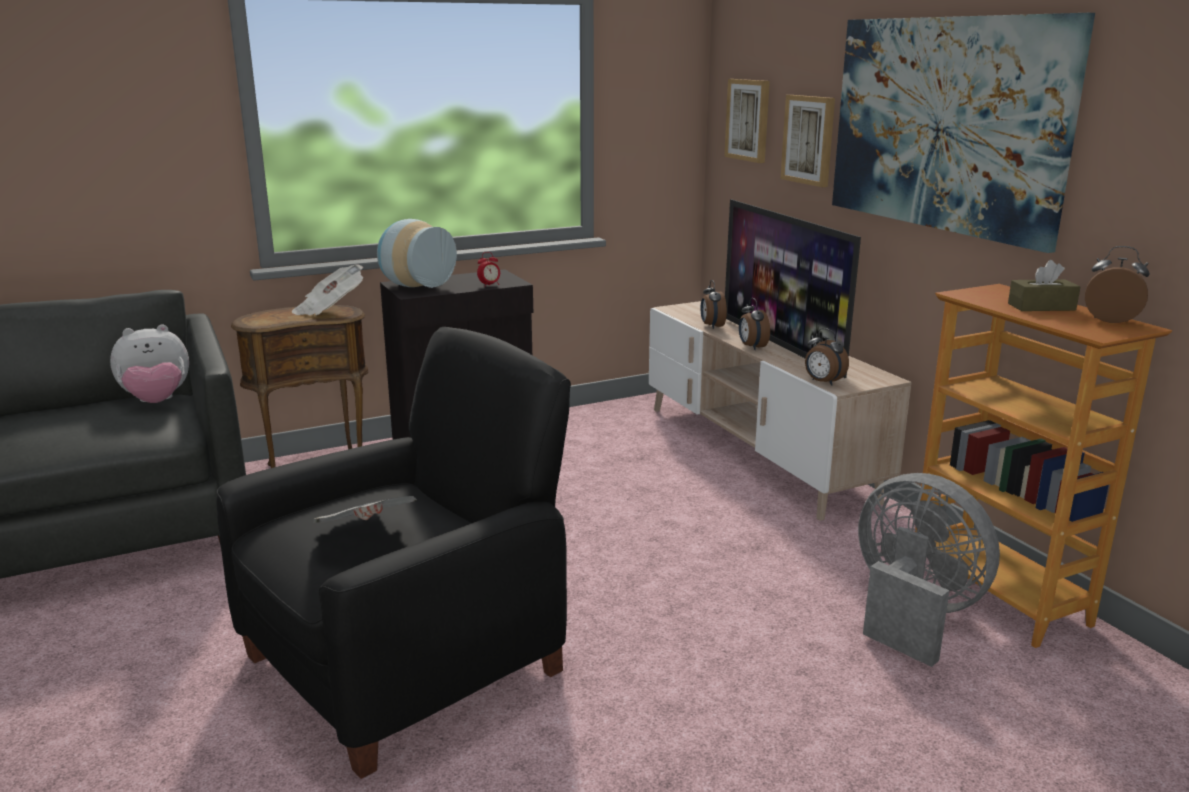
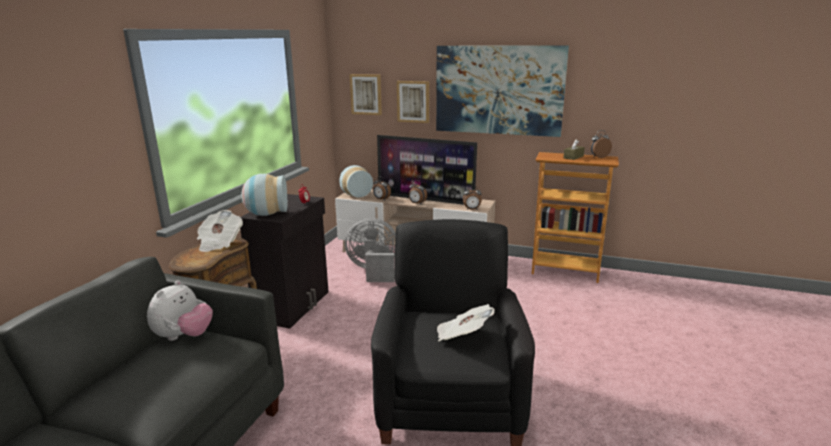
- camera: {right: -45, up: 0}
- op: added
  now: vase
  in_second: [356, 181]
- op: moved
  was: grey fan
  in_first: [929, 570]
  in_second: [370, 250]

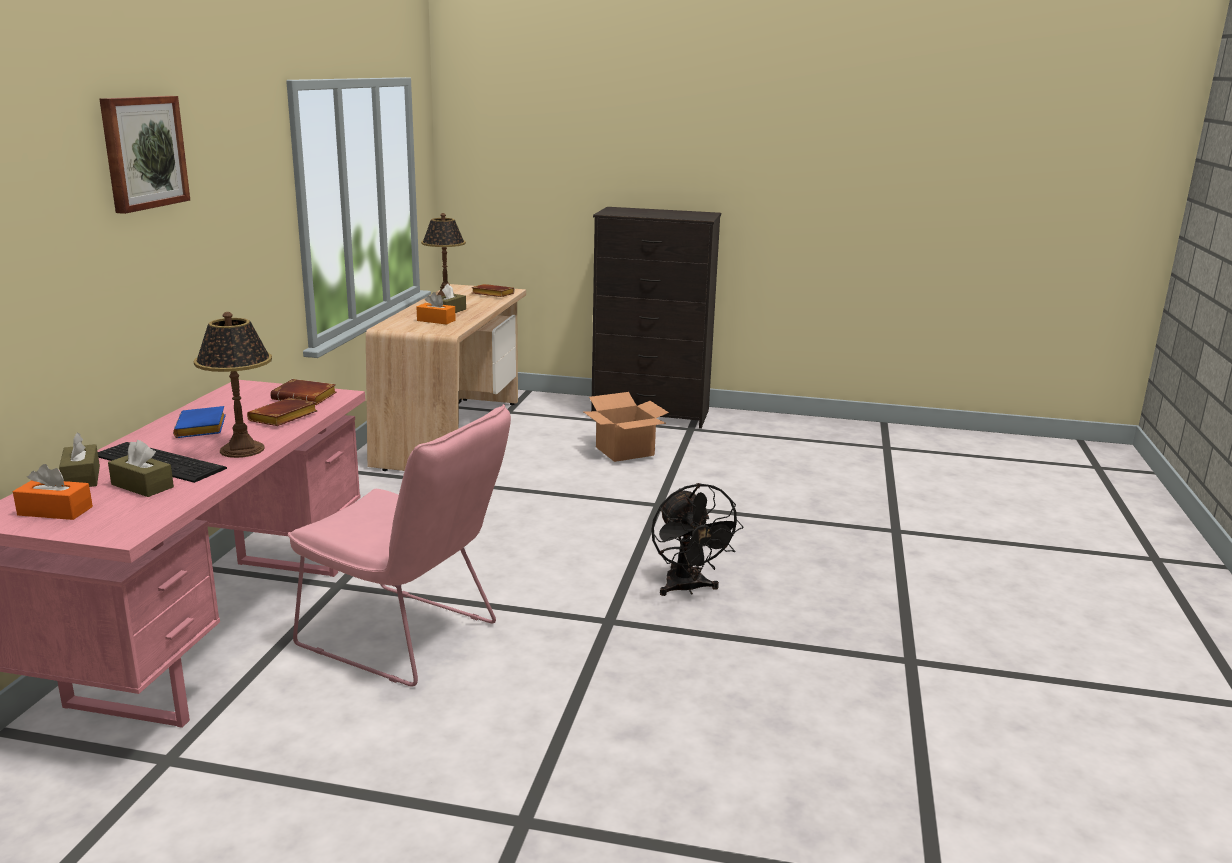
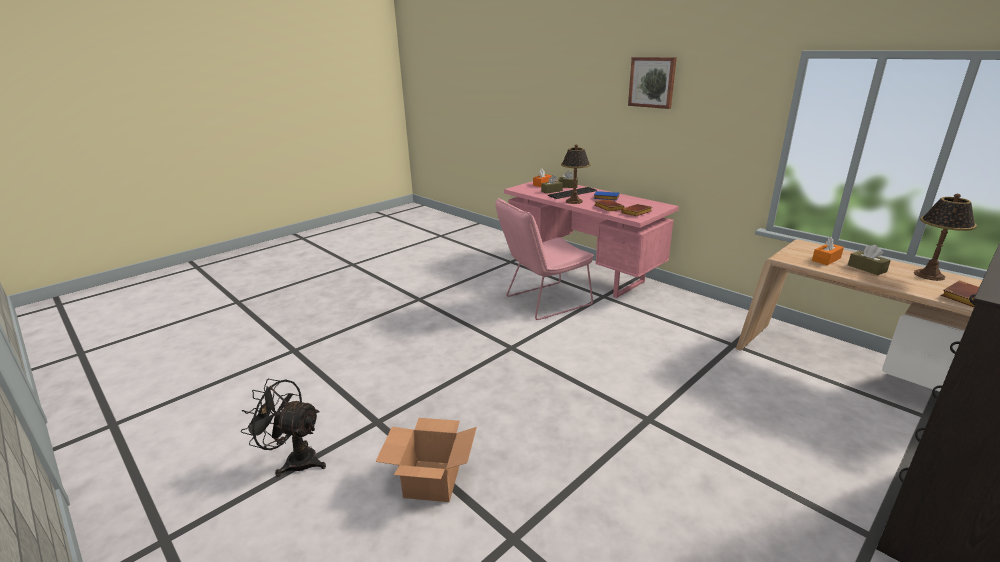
- camera: {right: 125, up: 5}
- op: moved
  was: cardboard box
  in_first: [626, 427]
  in_second: [426, 460]
- op: moved
  was: black fan
  in_first: [697, 539]
  in_second: [283, 428]

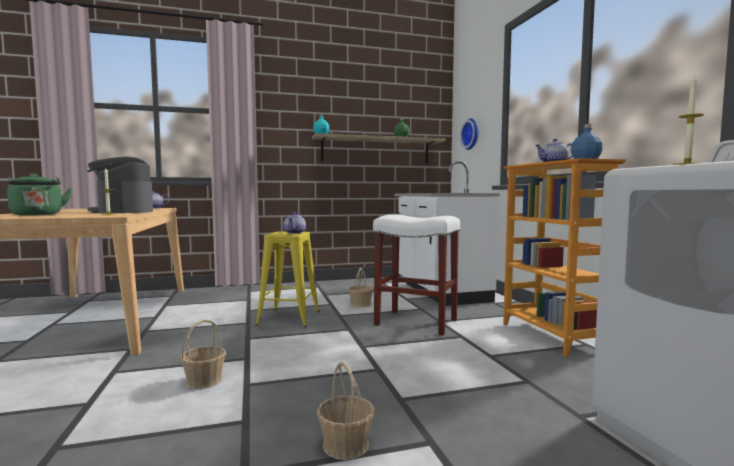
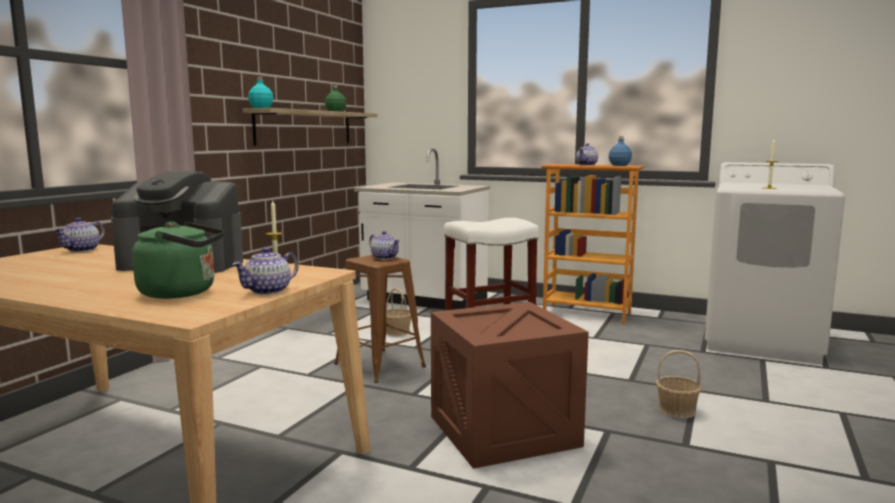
- camera: {right: -50, up: 5}
- op: removed
  was: wall clock
  in_first: [469, 134]
- op: added
  now: teapot
  in_second: [265, 271]
- op: replaced
  was: basket
  now: crate
  in_first: [203, 354]
  in_second: [510, 385]
- op: recoloured
  was: yellow stool
  now: brown stool
  in_first: [287, 279]
  in_second: [380, 319]

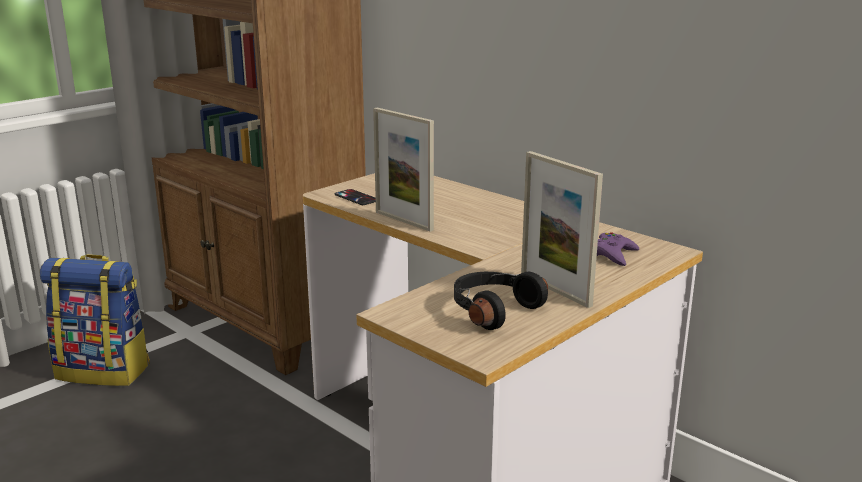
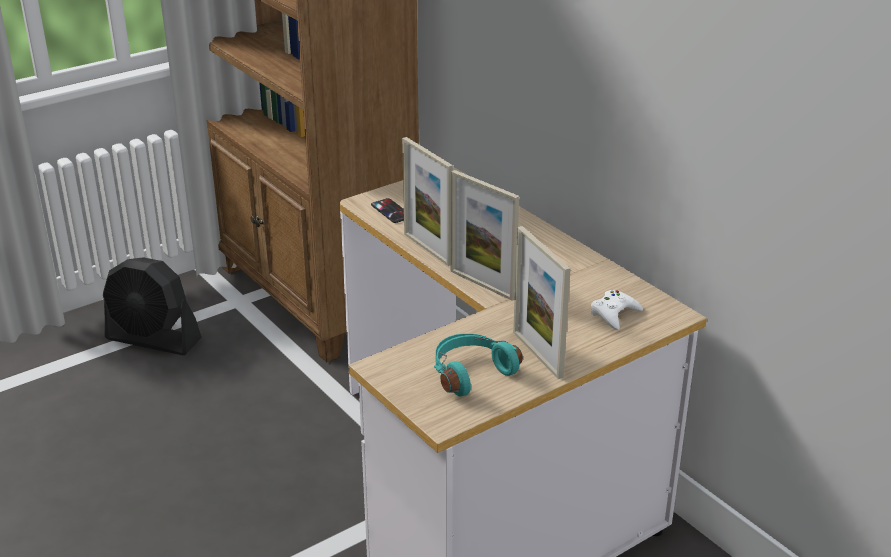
- camera: {right: 10, up: 10}
- op: added
  now: picture frame
  in_second: [485, 235]
- op: replaced
  was: backpack
  now: black fan
  in_first: [95, 320]
  in_second: [152, 306]
- op: recoloured
  was: black headphones
  now: turquoise headphones
  in_first: [501, 301]
  in_second: [478, 365]
- op: recoloured
  was: purple game controller
  now: white game controller
  in_first: [618, 249]
  in_second: [616, 310]

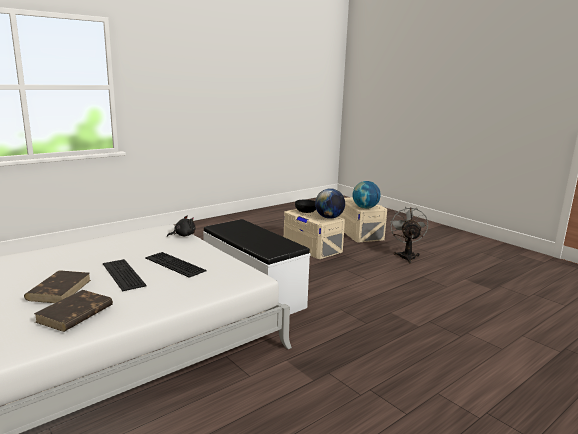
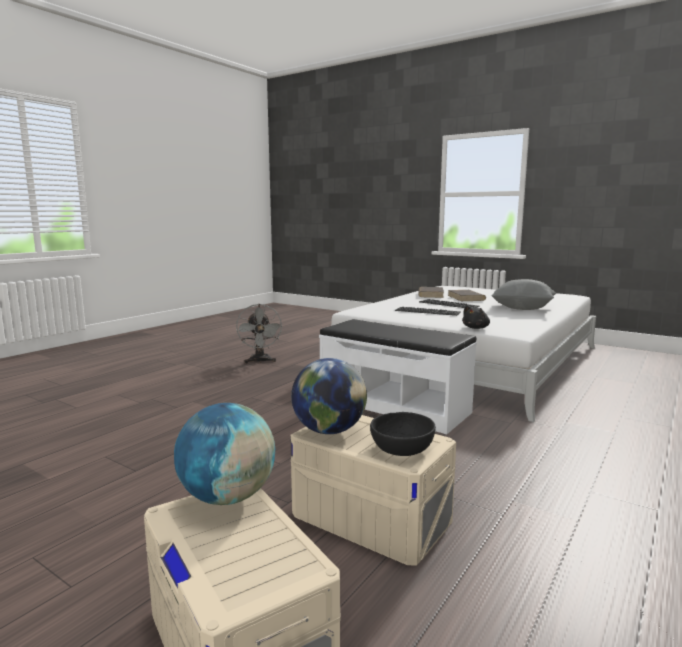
- camera: {right: 165, up: -5}
- op: added
  now: grey pillow
  in_second: [524, 294]
- op: moved
  was: grey fan
  in_first: [409, 234]
  in_second: [259, 334]

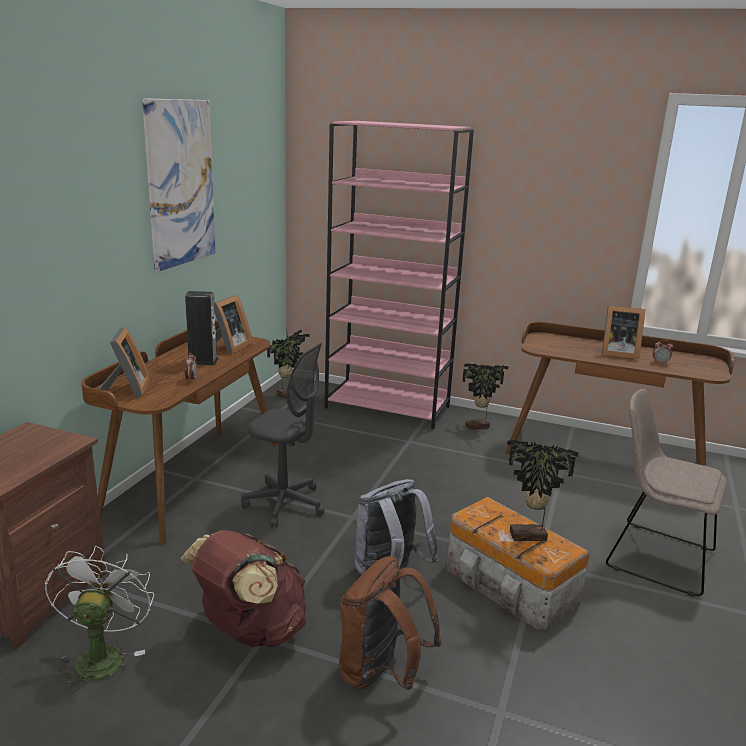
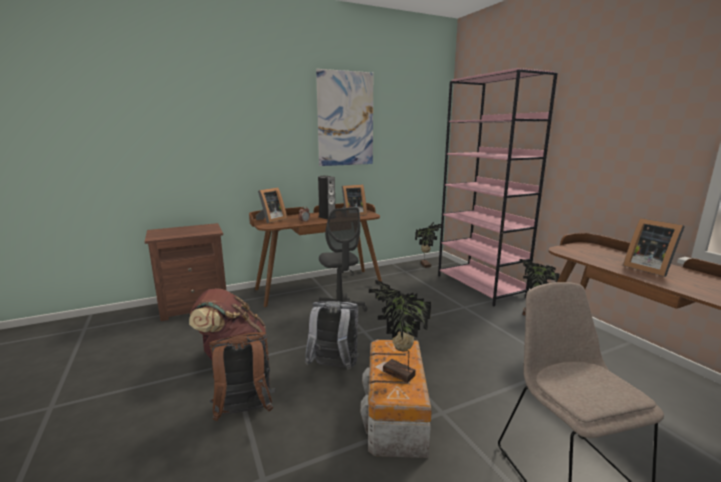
- camera: {right: 45, up: -5}
- op: removed
  was: white fan
  in_first: [99, 618]
- op: removed
  was: alarm clock
  in_first: [663, 352]

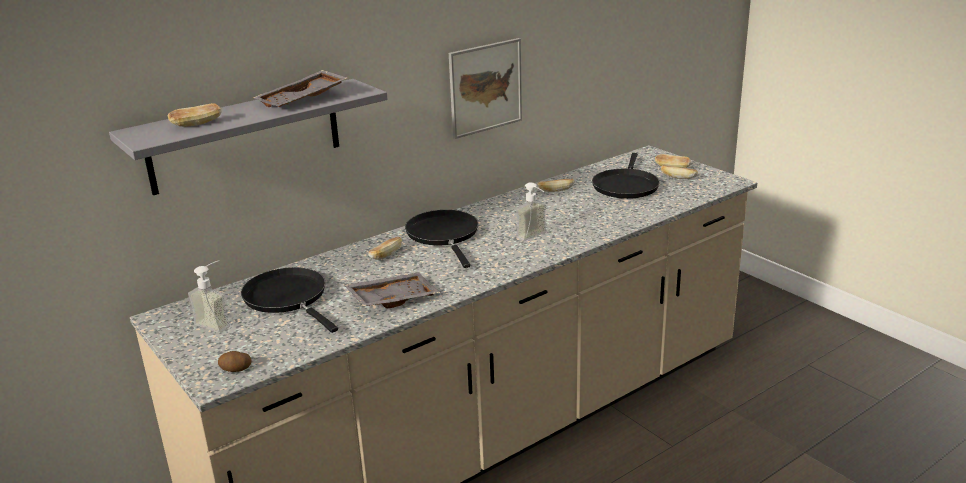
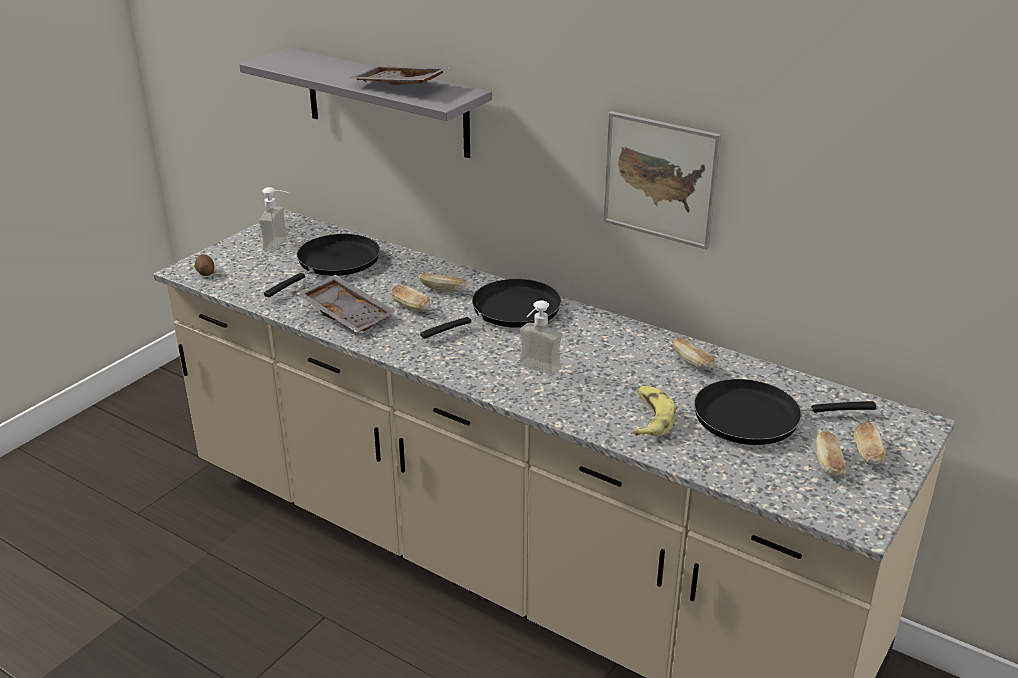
- camera: {right: 70, up: 5}
- op: added
  now: banana
  in_second: [654, 411]
- op: moved
  was: bread
  in_first: [195, 115]
  in_second: [410, 298]

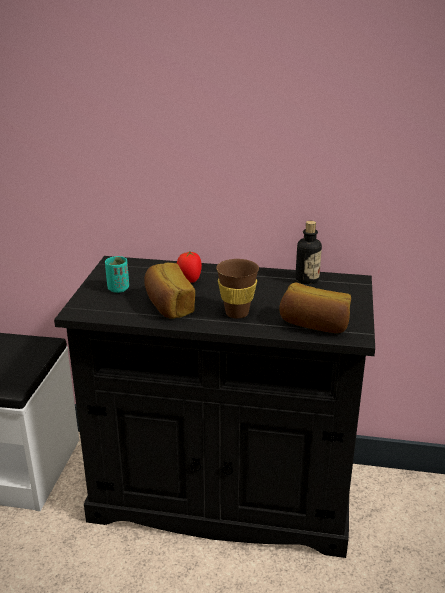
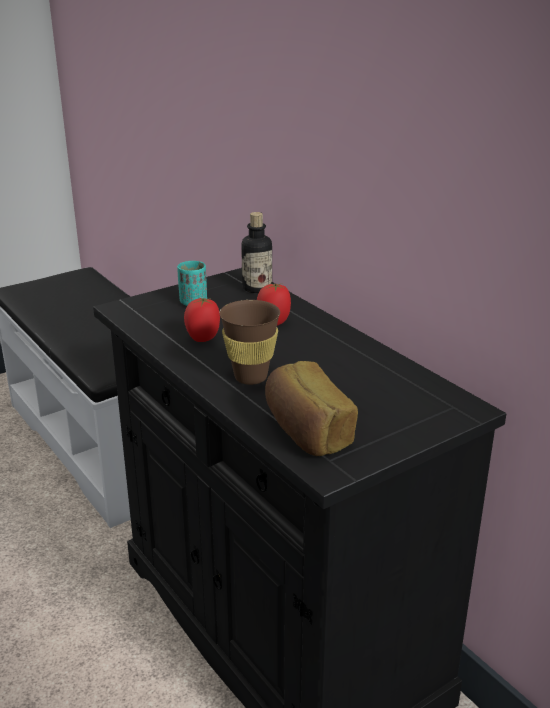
- camera: {right: 45, up: 0}
- op: moved
  was: bottle
  in_first: [308, 252]
  in_second: [256, 252]
- op: replaced
  was: bread
  now: tomato
  in_first: [169, 290]
  in_second: [202, 320]

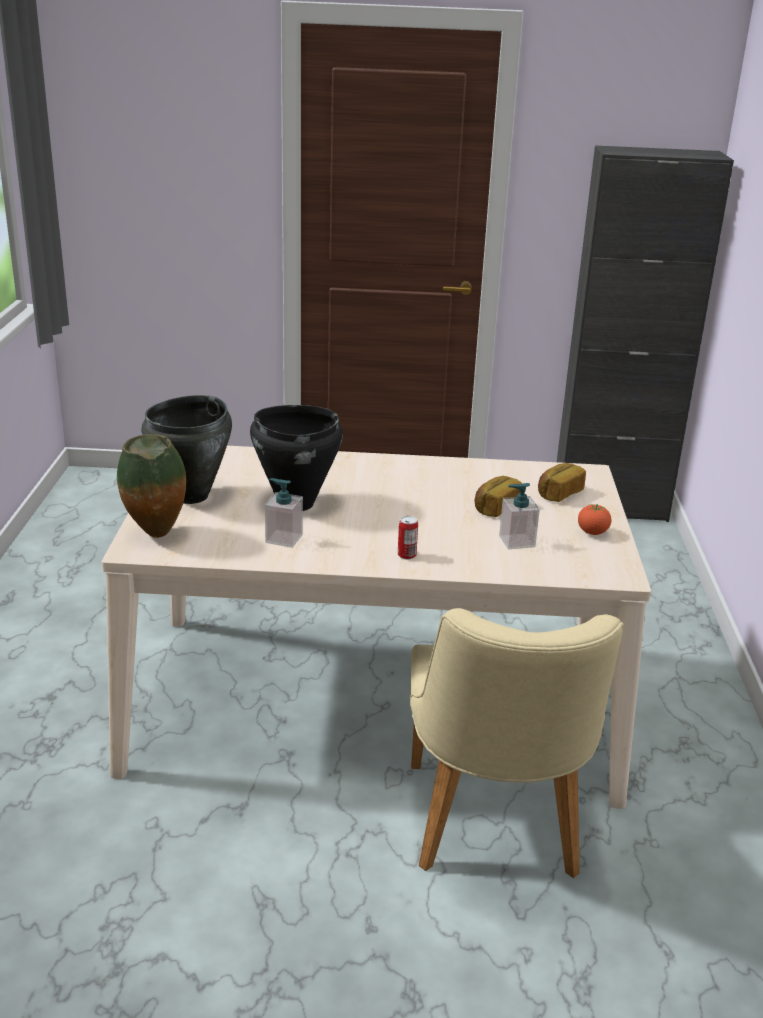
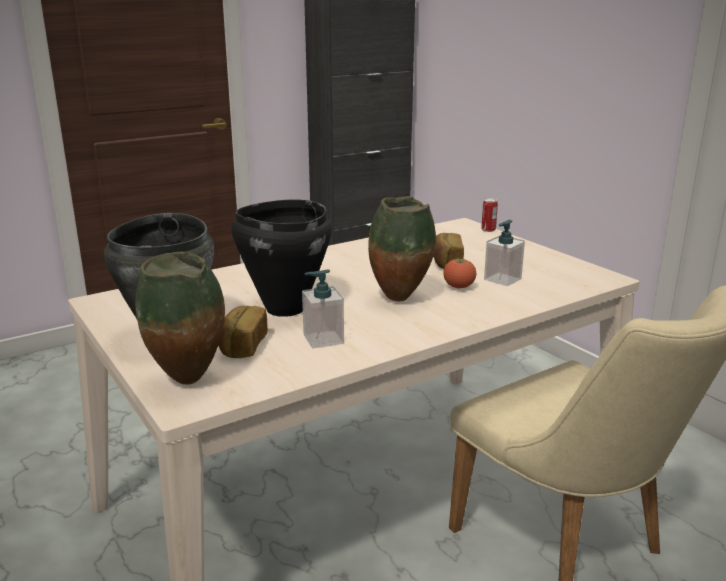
- camera: {right: -35, up: -5}
- op: added
  now: vase
  in_second: [402, 249]
- op: moved
  was: can
  in_first: [408, 538]
  in_second: [489, 215]
- op: moved
  was: bread
  in_first: [562, 482]
  in_second: [243, 332]
- op: moved
  was: tomato
  in_first: [594, 519]
  in_second: [459, 272]

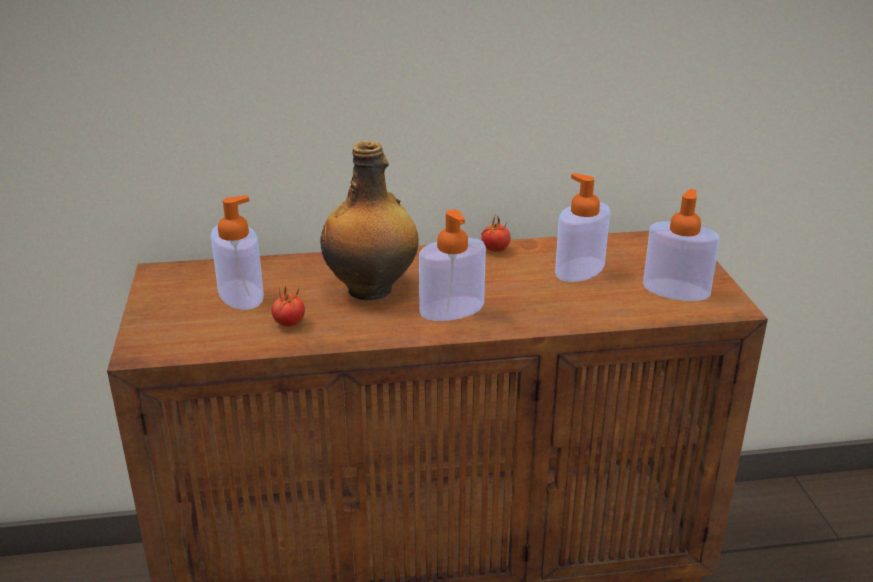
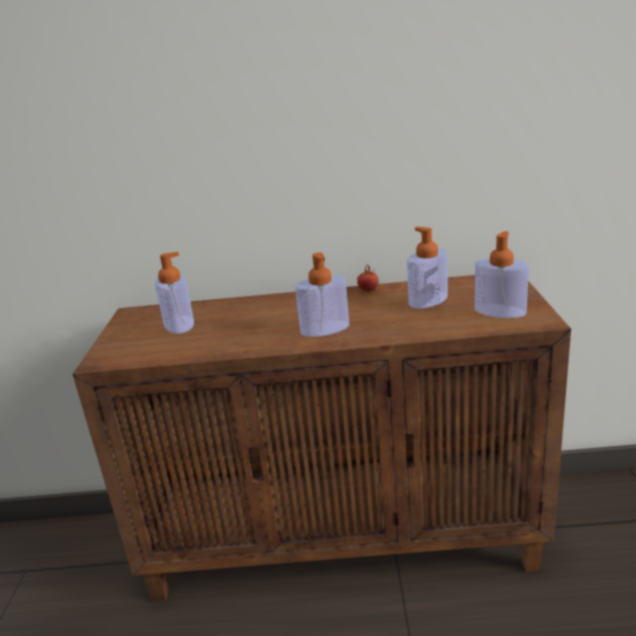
- camera: {right: 10, up: -5}
- op: removed
  was: tomato
  in_first: [288, 306]
- op: removed
  was: bottle
  in_first: [369, 221]

